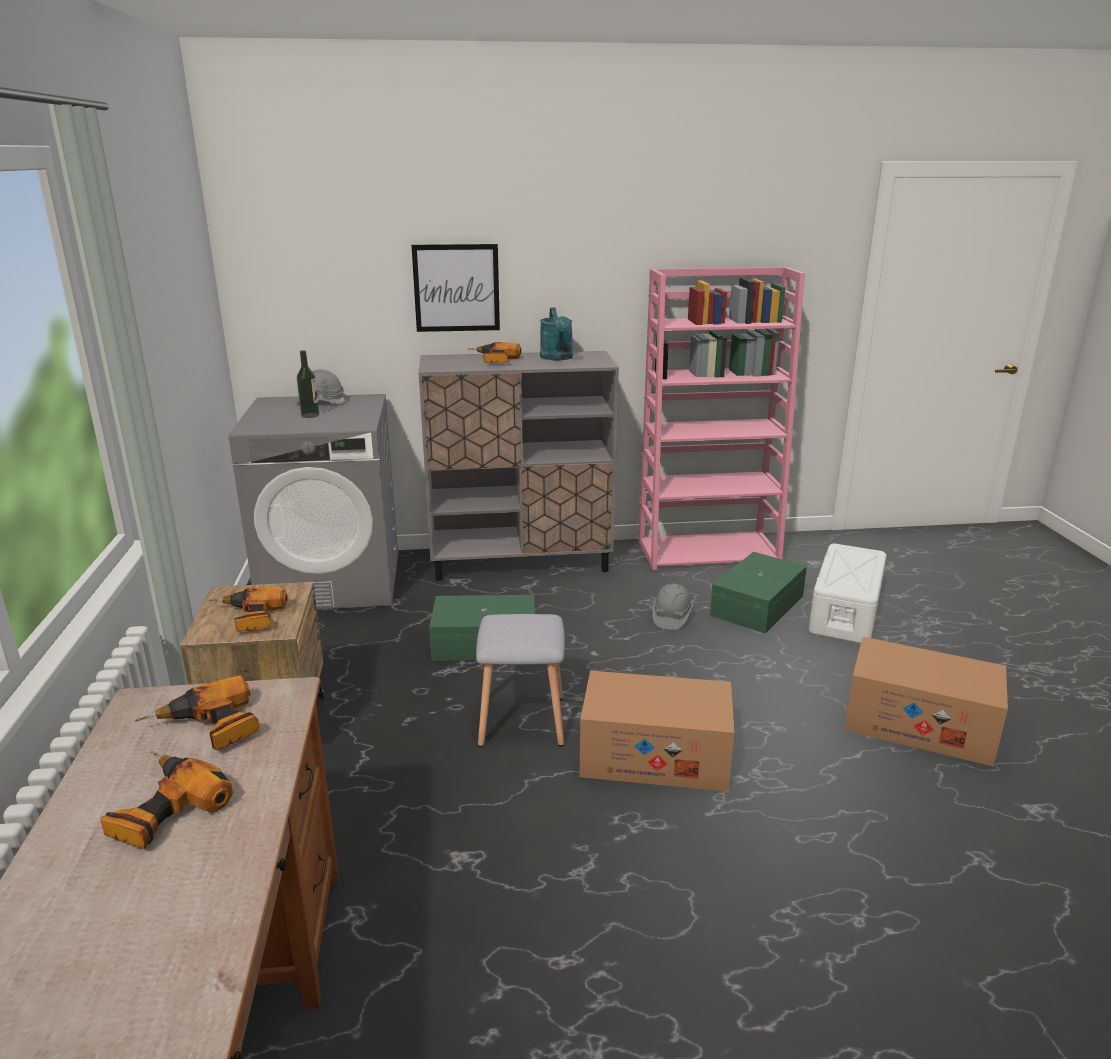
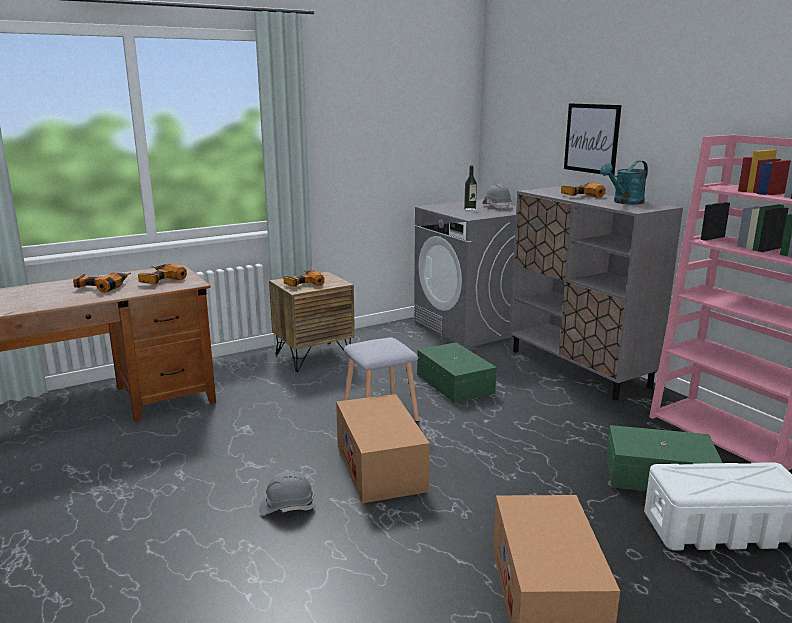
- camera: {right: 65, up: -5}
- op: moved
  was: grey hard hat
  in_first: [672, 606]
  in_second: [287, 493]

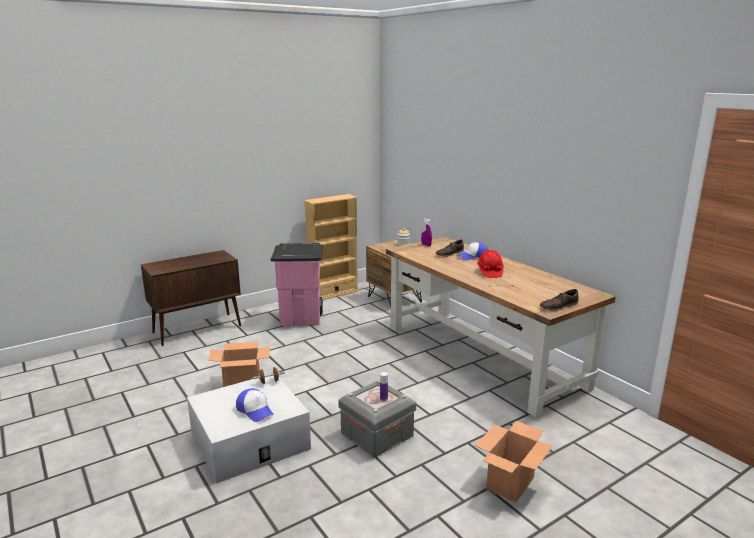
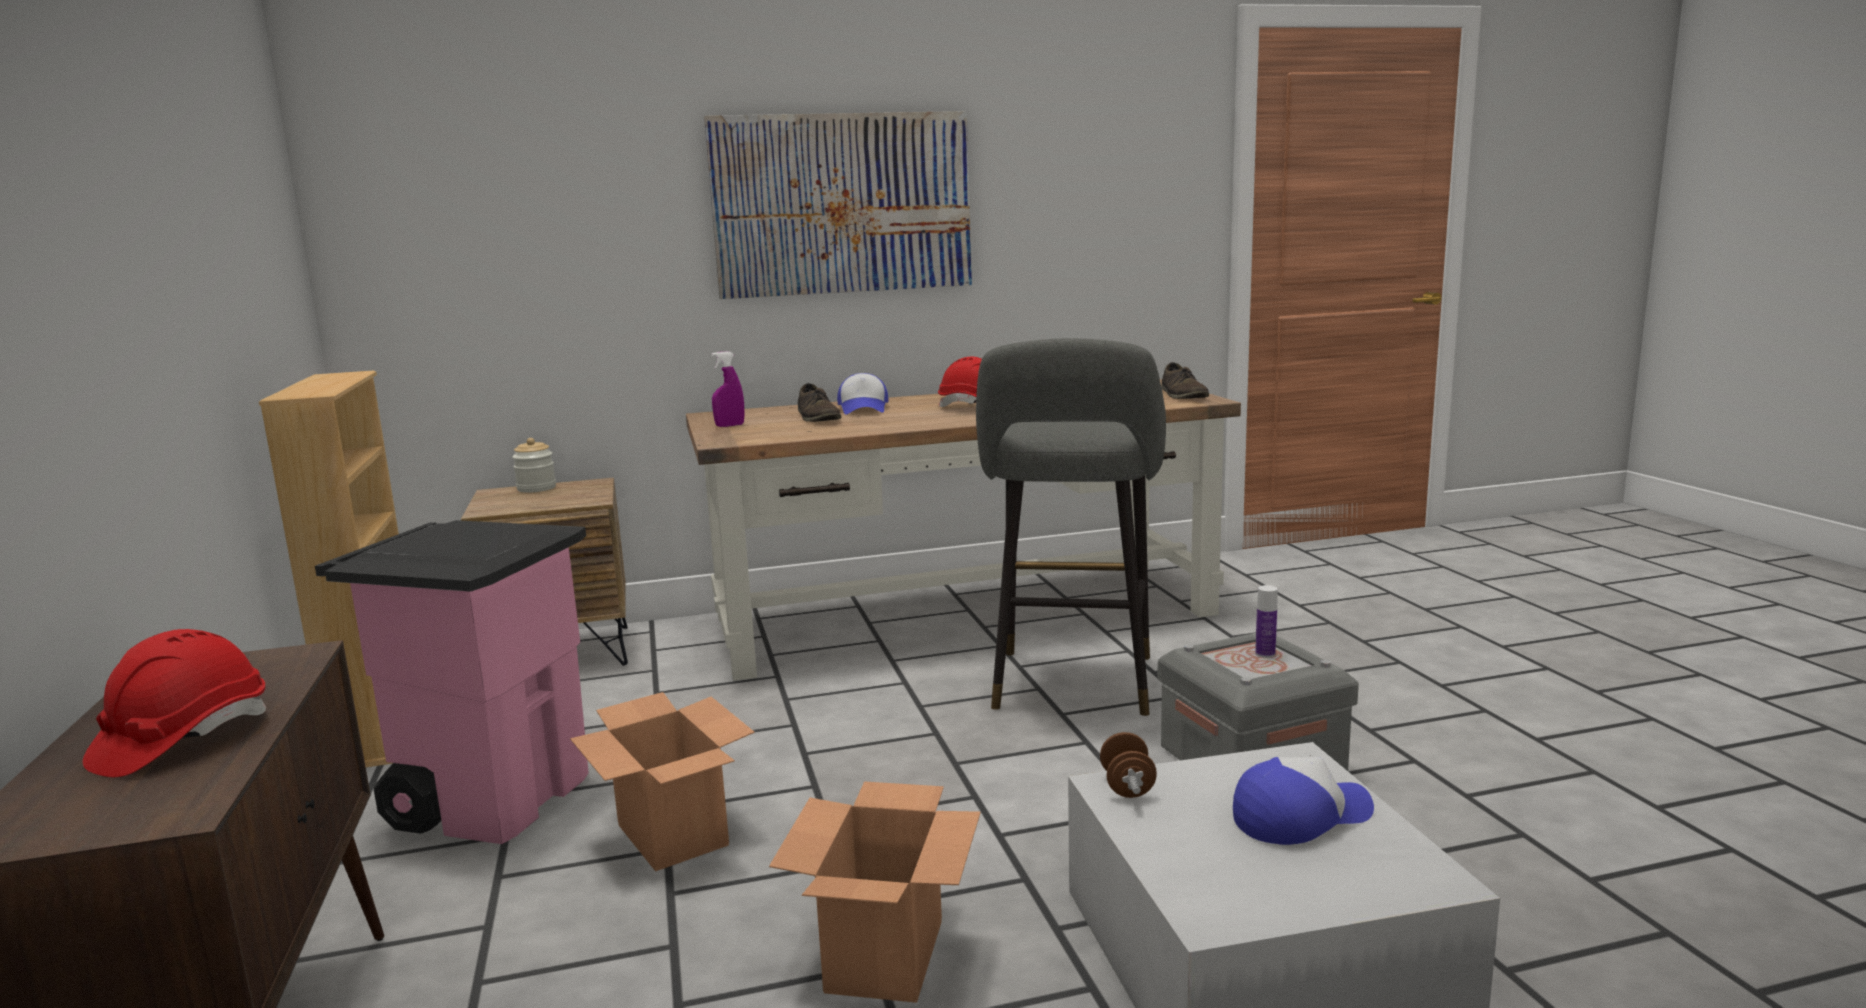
- camera: {right: -70, up: -5}
- op: added
  now: red hard hat
  in_second: [174, 703]
- op: added
  now: picture
  in_second: [838, 205]
- op: added
  now: grey stool
  in_second: [1071, 527]
- op: moved
  was: cardboard box
  in_first: [514, 462]
  in_second: [662, 781]

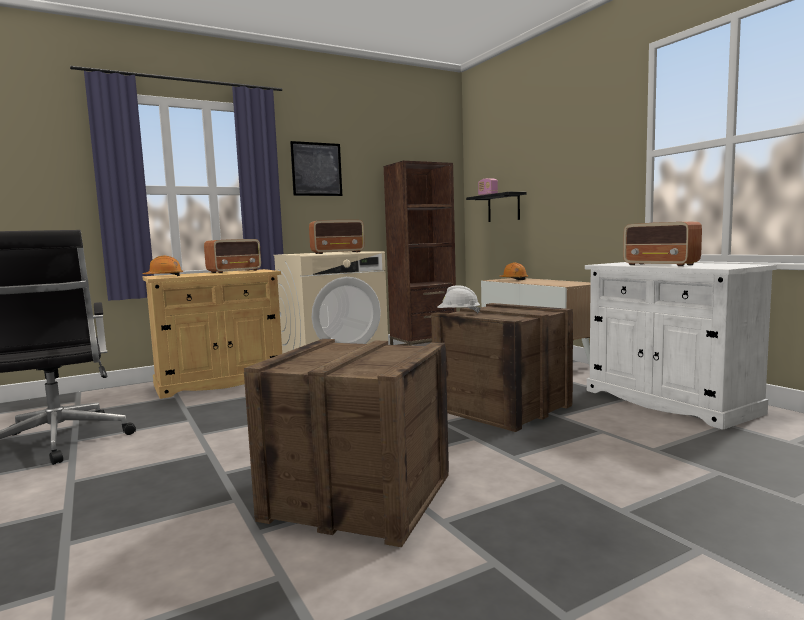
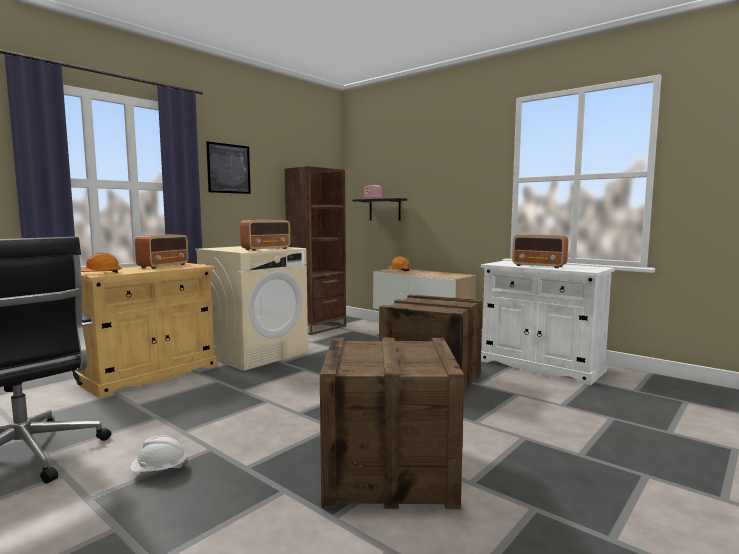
- camera: {right: -20, up: 0}
- op: moved
  was: white hard hat
  in_first: [459, 299]
  in_second: [159, 453]

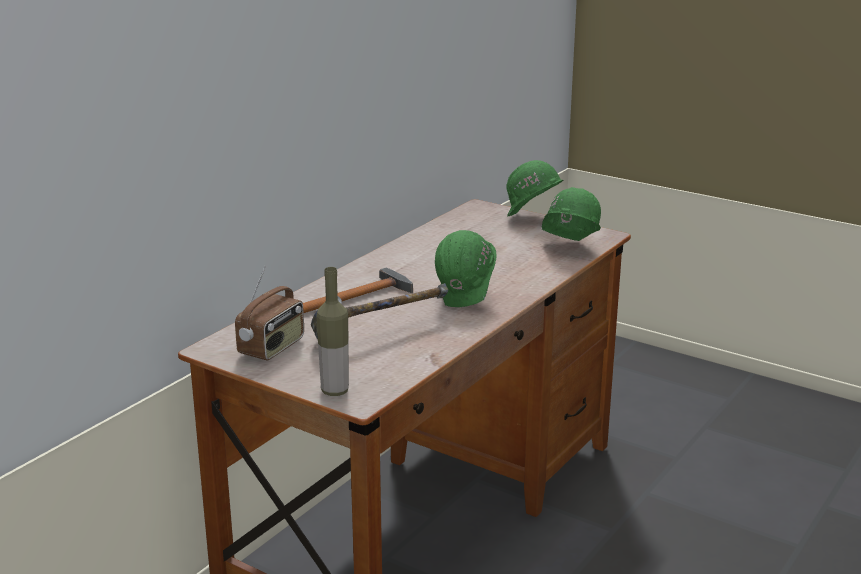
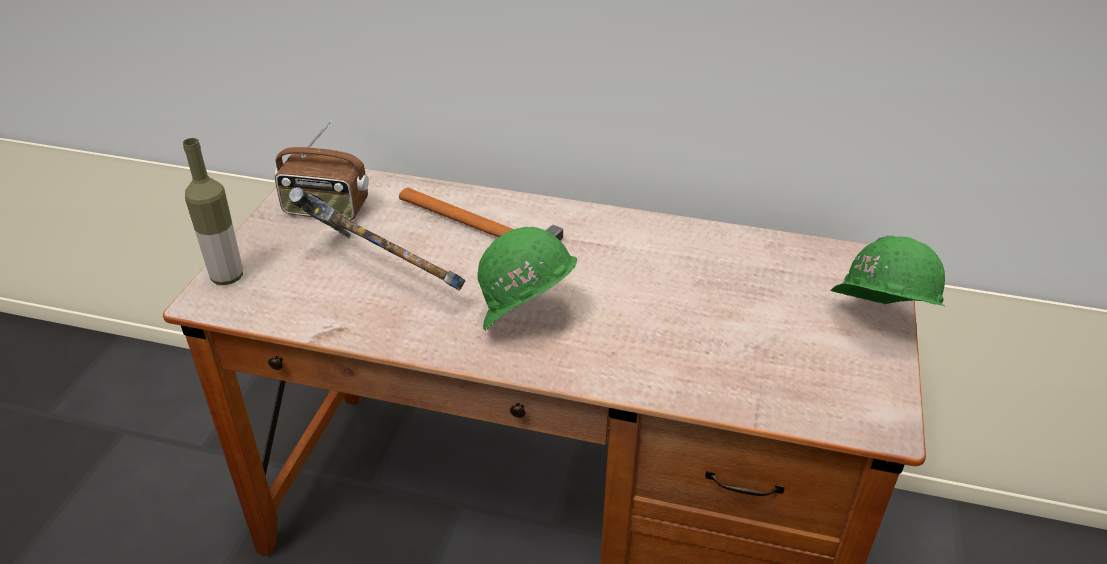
- camera: {right: 70, up: 15}
- op: removed
  was: green hard hat
  in_first: [571, 214]

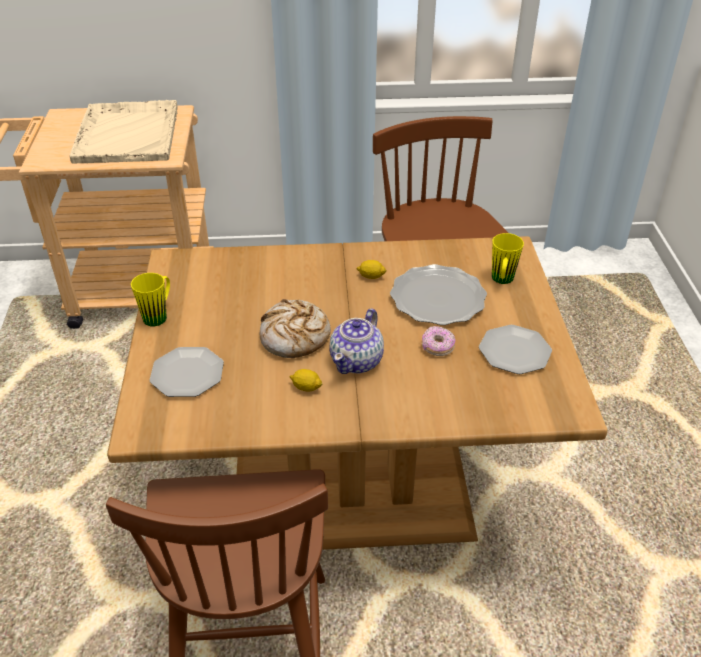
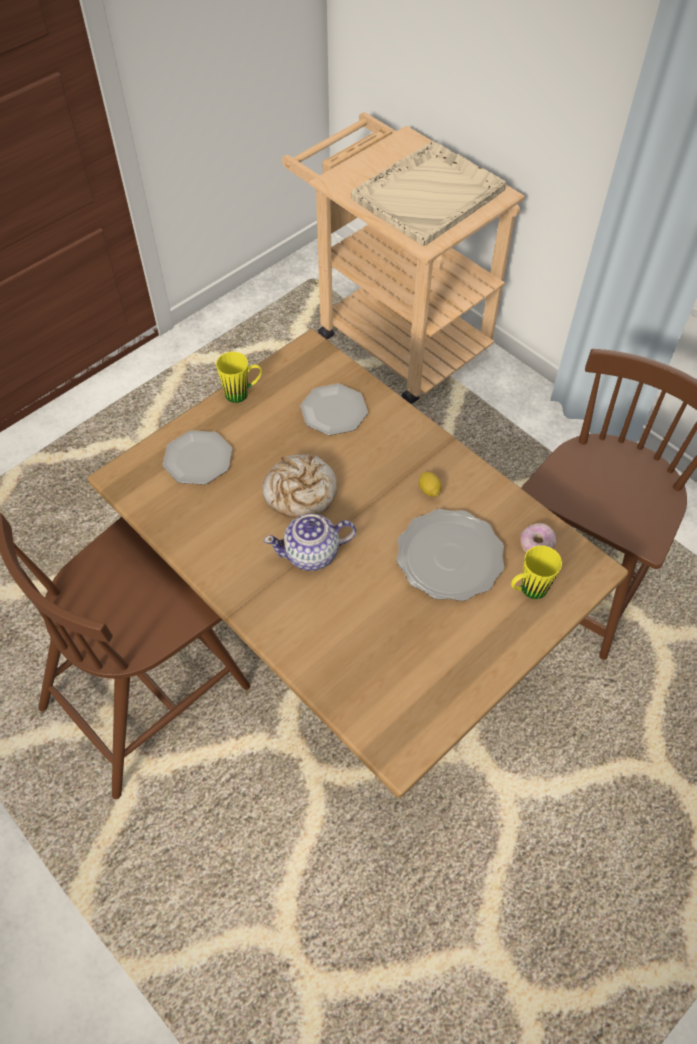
- camera: {right: 50, up: 15}
- op: removed
  was: lemon
  in_first: [306, 380]
- op: moved
  was: donut
  in_first: [438, 341]
  in_second: [538, 538]
- op: moved
  was: plate
  in_first: [515, 349]
  in_second: [334, 409]

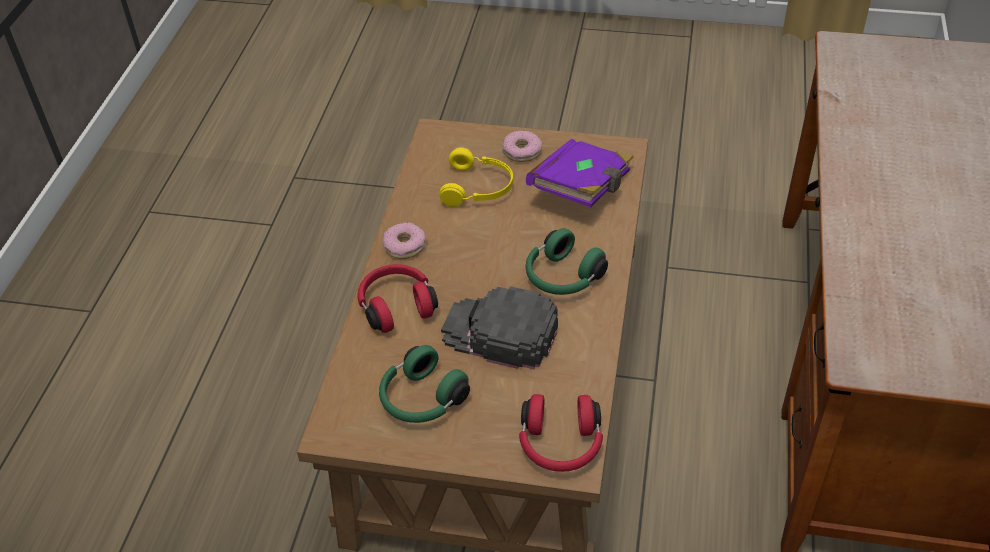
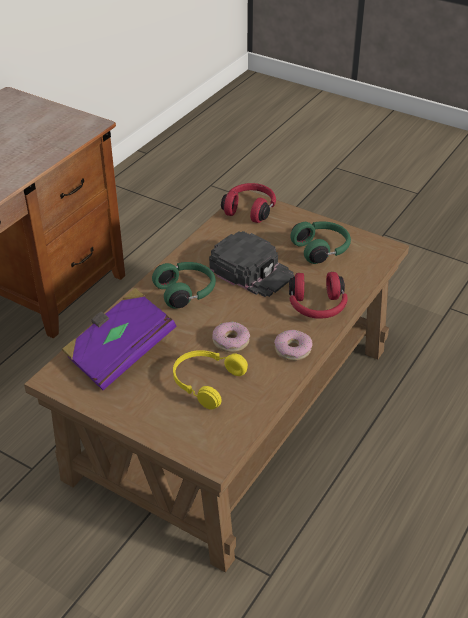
- camera: {right: -160, up: -5}
- op: moved
  was: donut
  in_first: [522, 146]
  in_second: [231, 337]

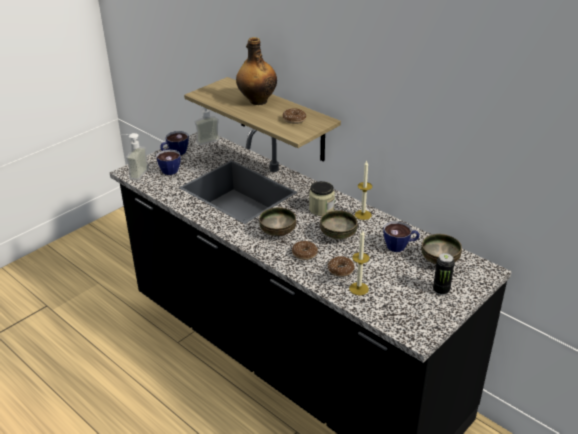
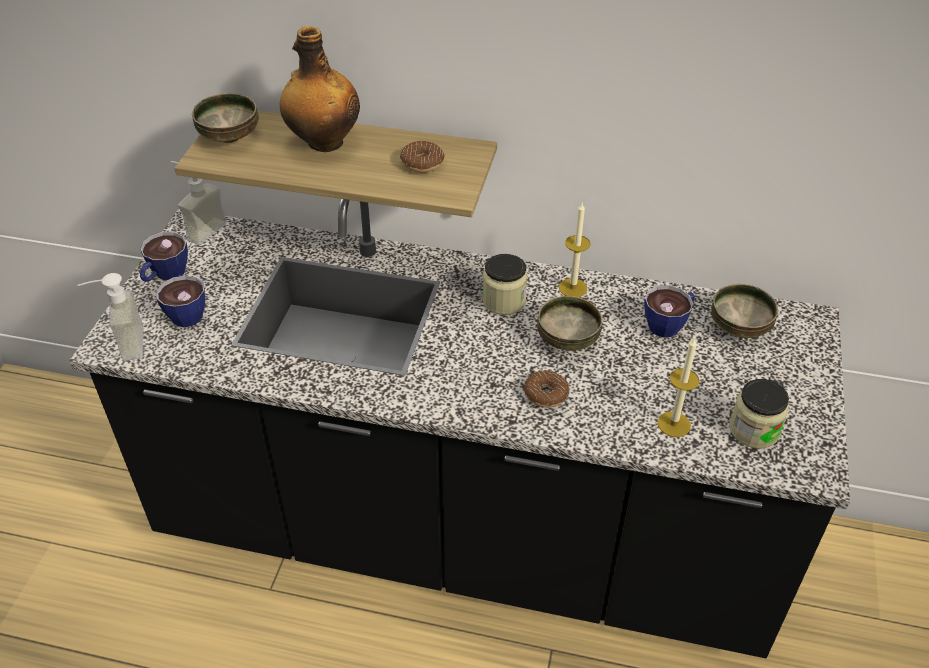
- camera: {right: -30, up: 10}
- op: removed
  was: donut
  in_first: [341, 266]
- op: removed
  was: can
  in_first: [444, 274]
- op: added
  now: jar
  in_second: [759, 414]
- op: moved
  was: bowl
  in_first: [277, 221]
  in_second: [225, 118]

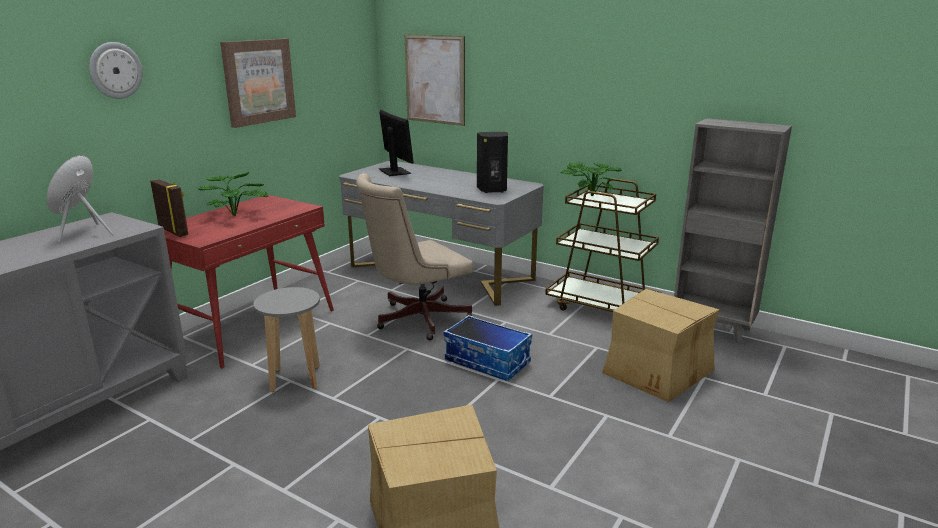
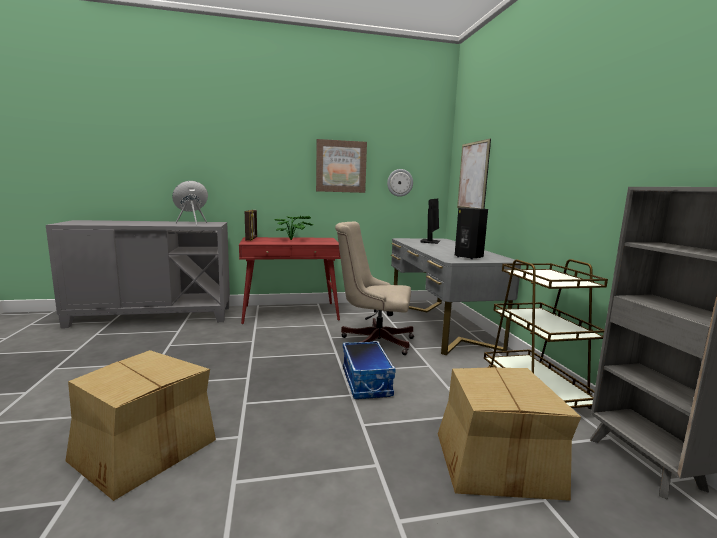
- camera: {right: 45, up: -10}
- op: removed
  was: grey stool
  in_first: [287, 339]
- op: removed
  was: potted plant
  in_first: [591, 179]
- op: moved
  was: wall clock
  in_first: [116, 70]
  in_second: [400, 183]

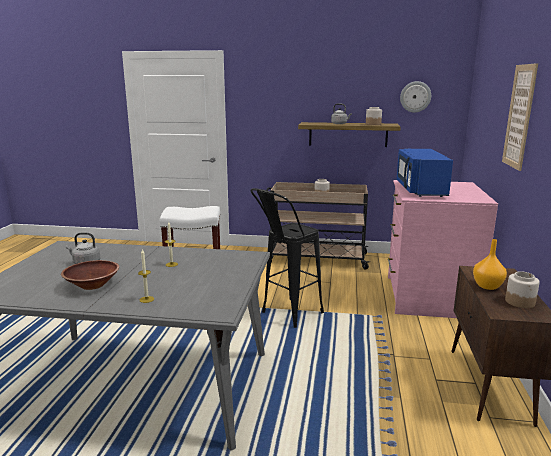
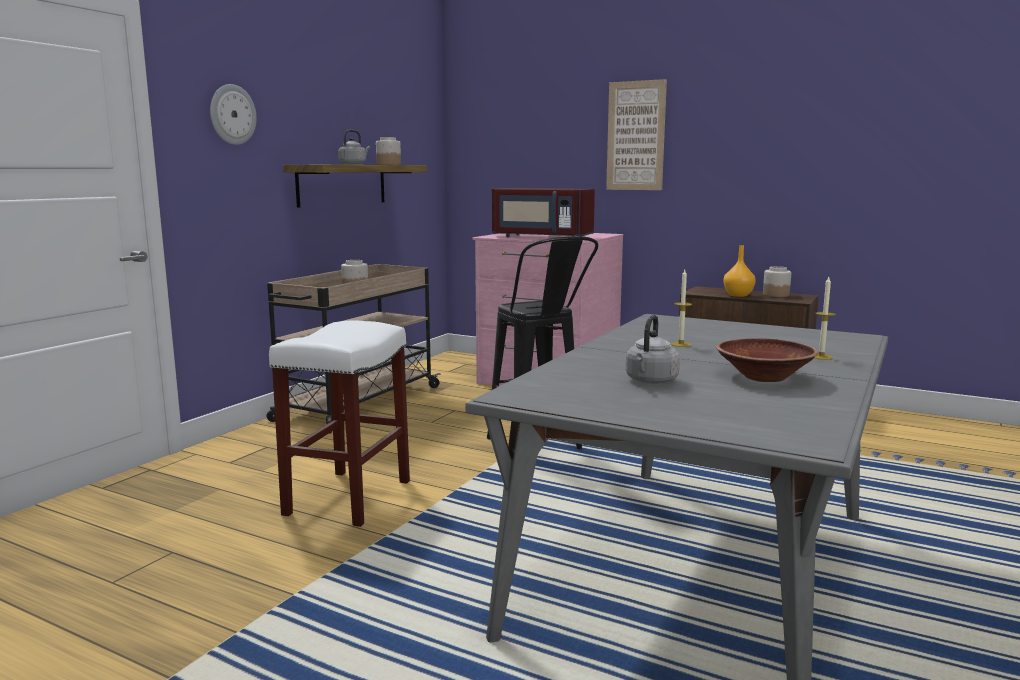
- camera: {right: -70, up: -5}
- op: moved
  was: wall clock
  in_first: [415, 96]
  in_second: [233, 114]
- op: recoloured
  was: blue microwave
  now: red microwave
  in_first: [425, 173]
  in_second: [543, 212]

